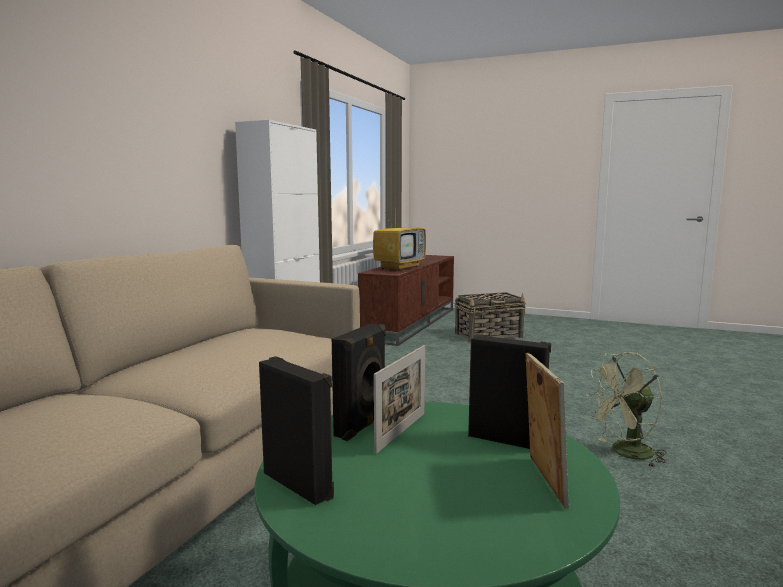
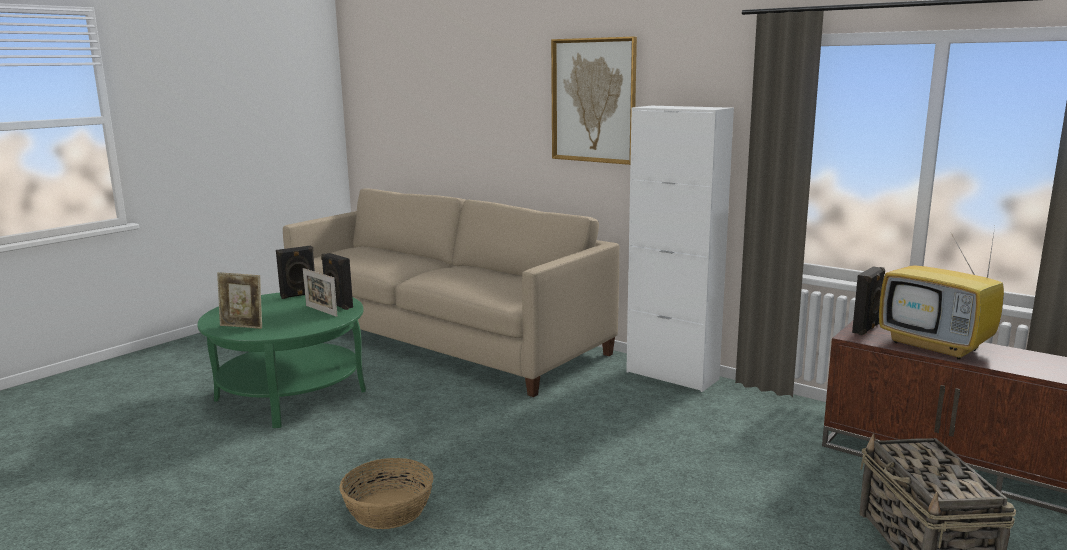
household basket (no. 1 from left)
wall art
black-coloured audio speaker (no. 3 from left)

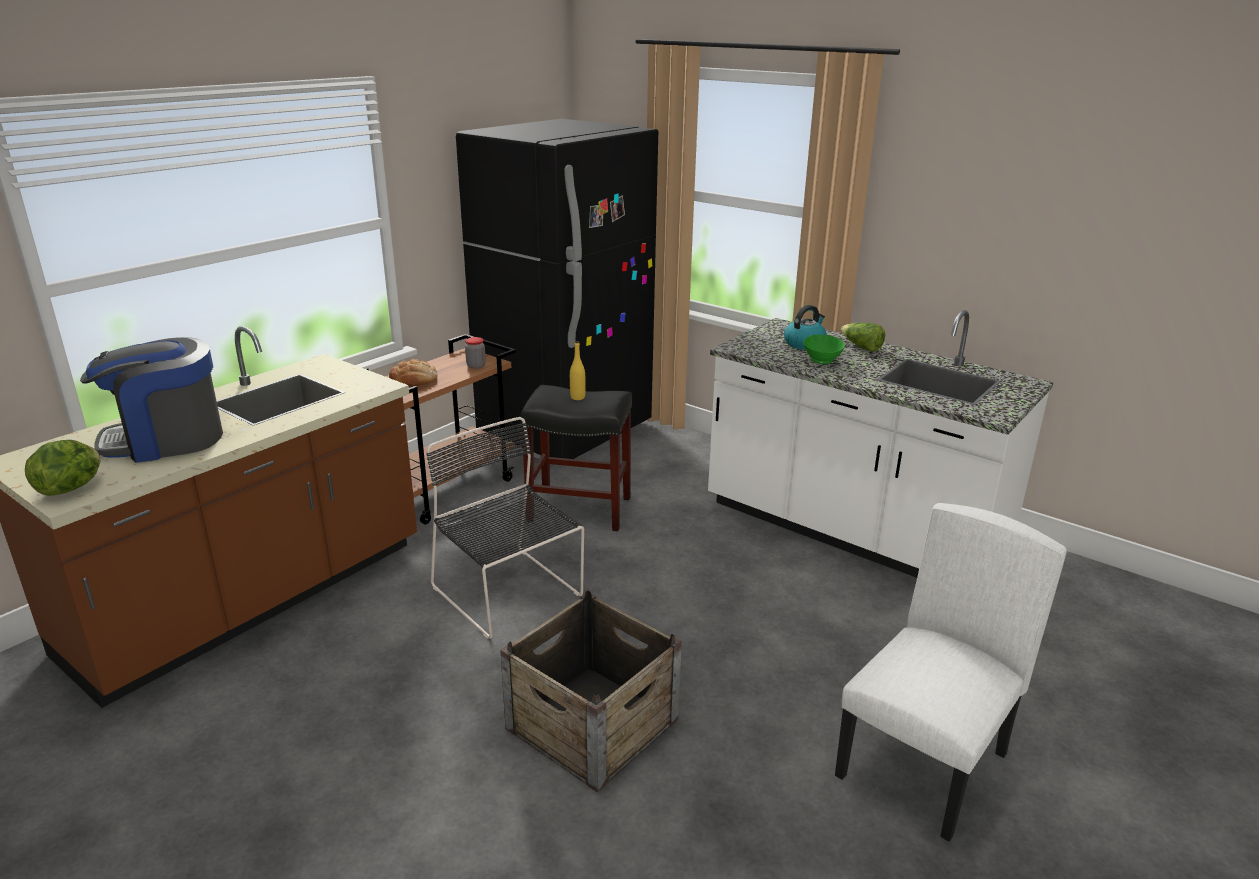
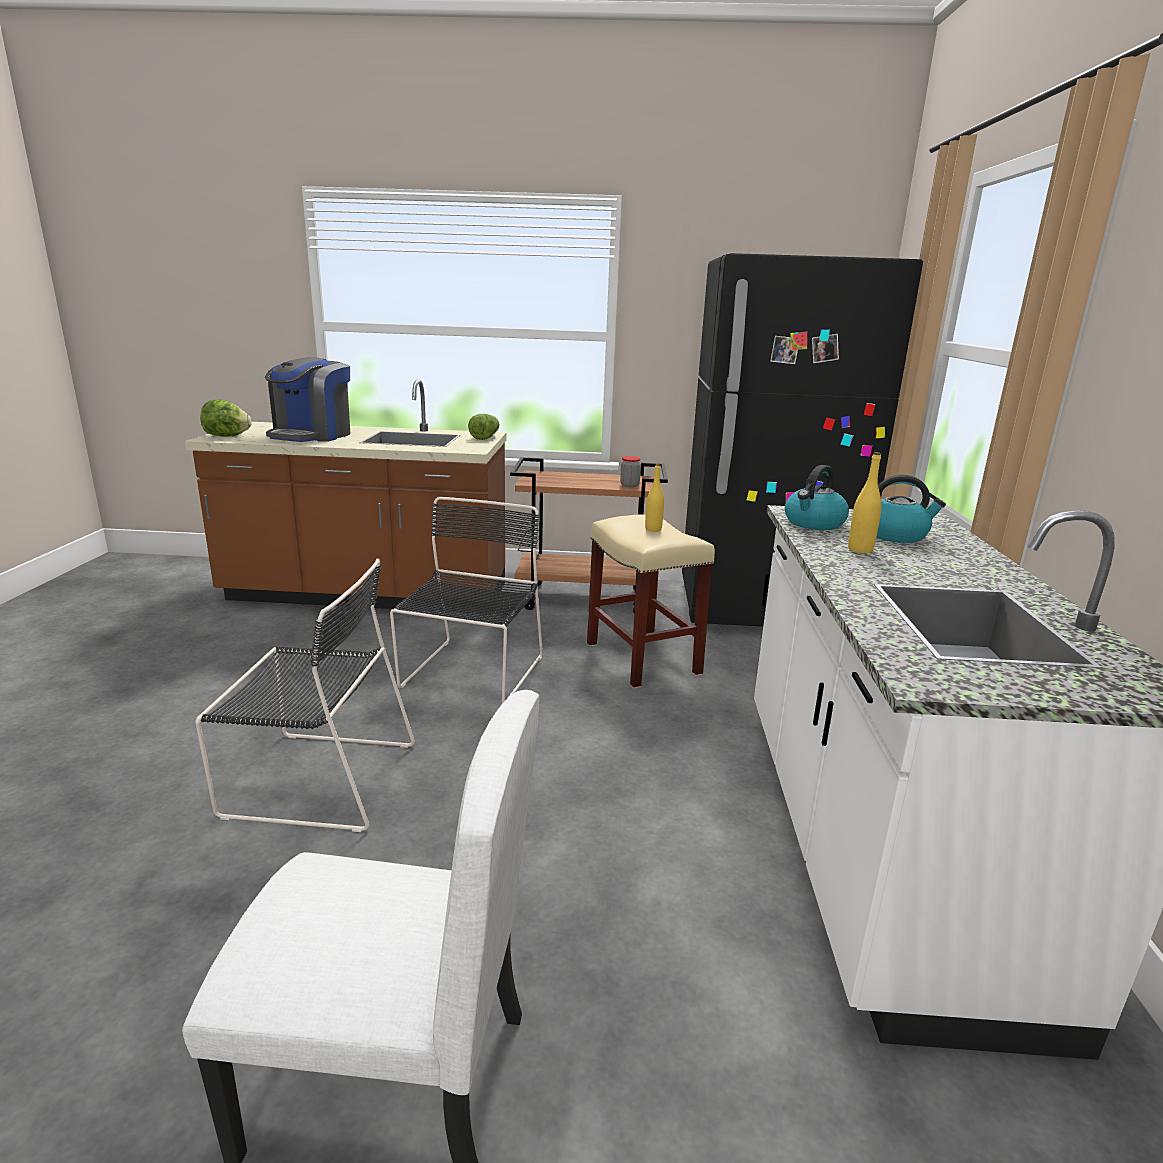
black-coloured chair (no. 1 from left)
coffee maker
lettuce head (no. 2 from left)
beige sitting stool
water kettle (no. 1 from left)
yellow-coloured drink bottle (no. 2 from left)
bread

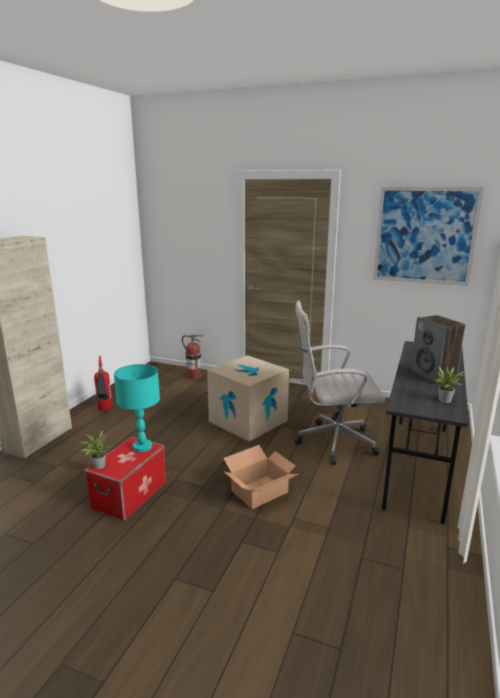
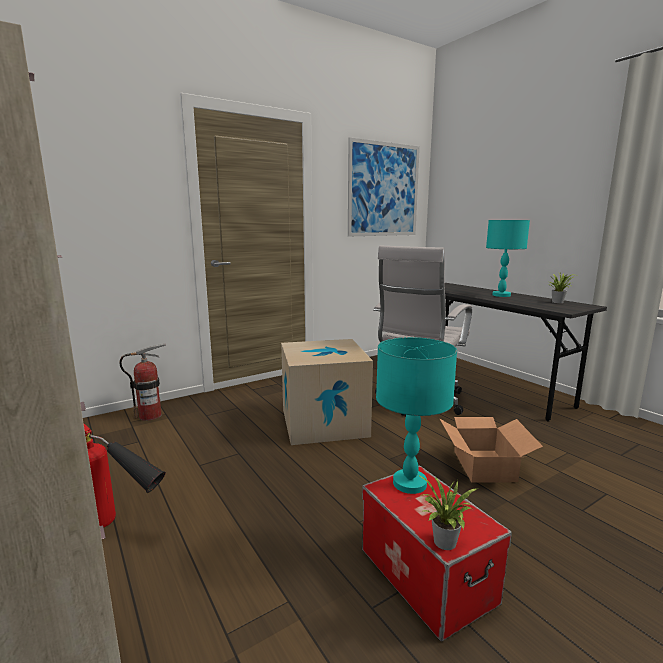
turquoise tabletop lamp (no. 2 from left)

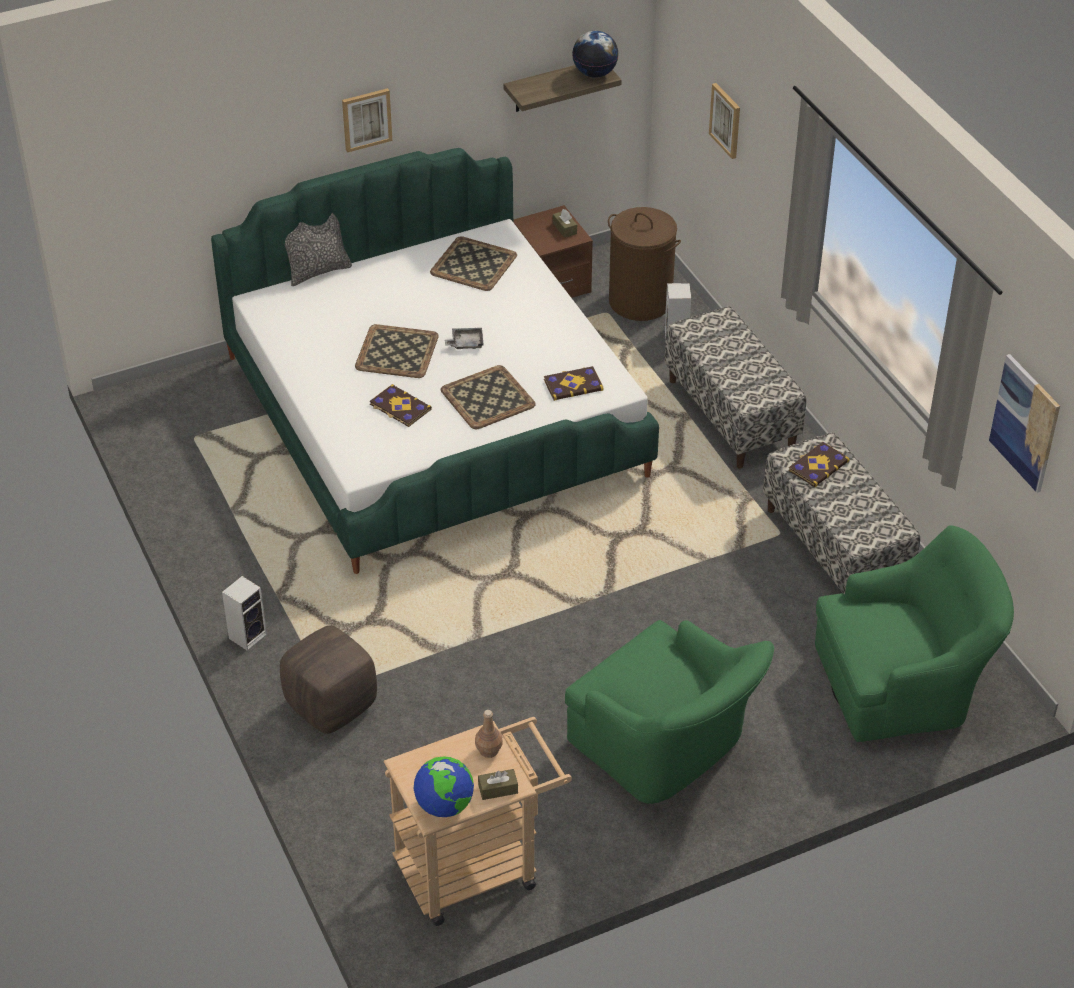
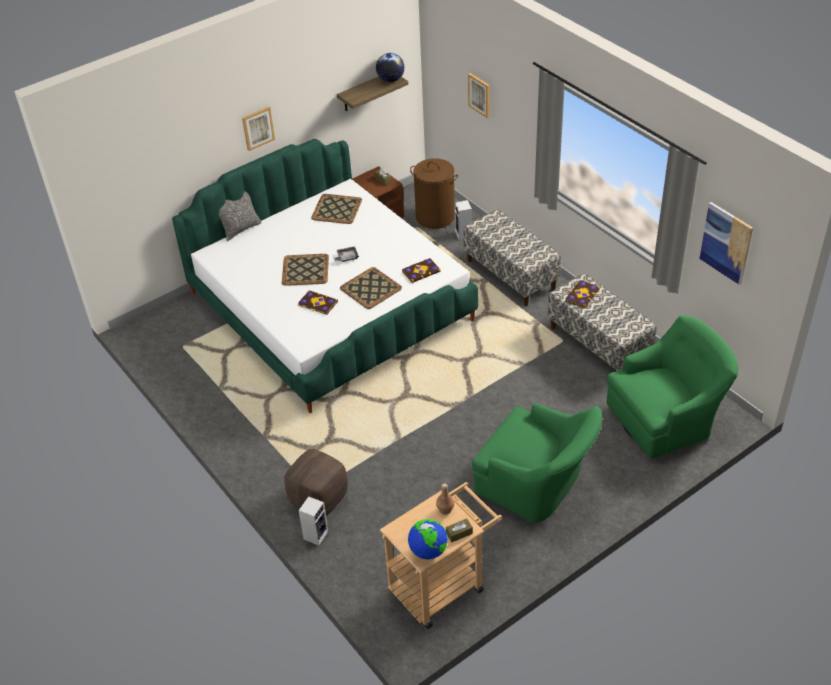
audio speaker (no. 1 from left)

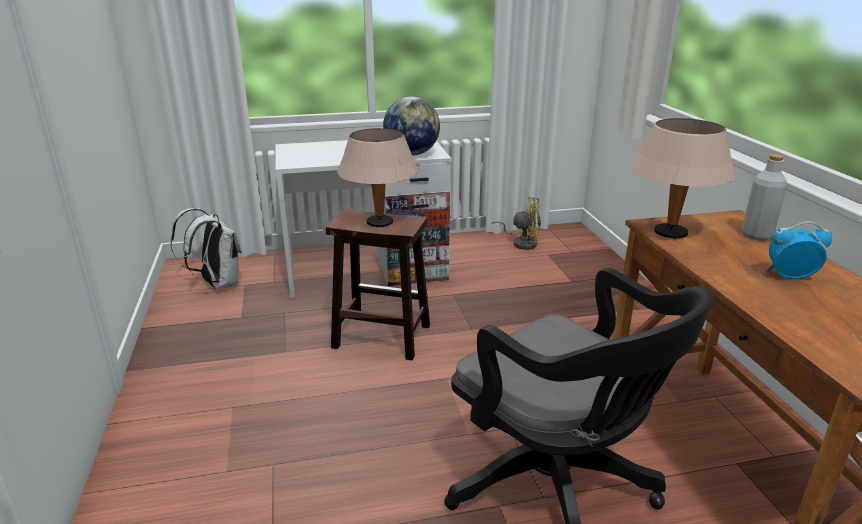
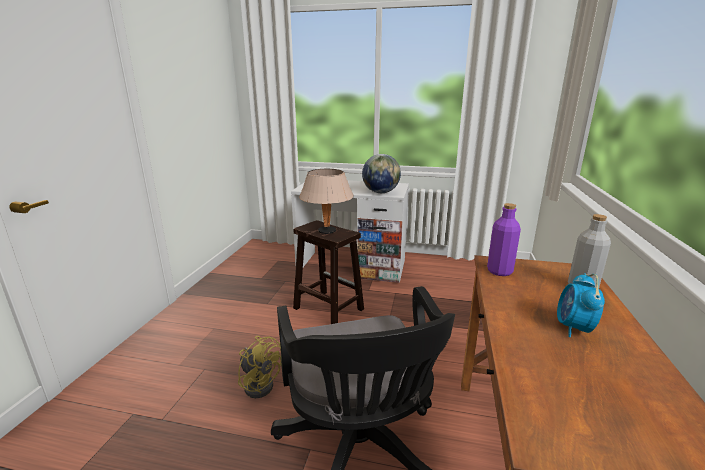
yellow-coloured cooling fan
purplish drink bottle
bedside clock
white-coloured knapsack

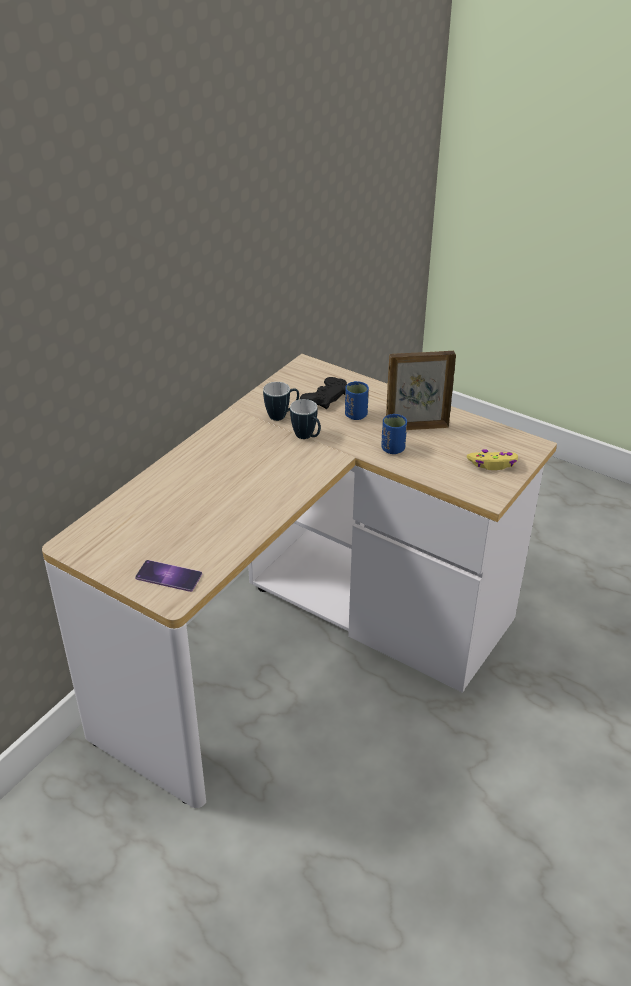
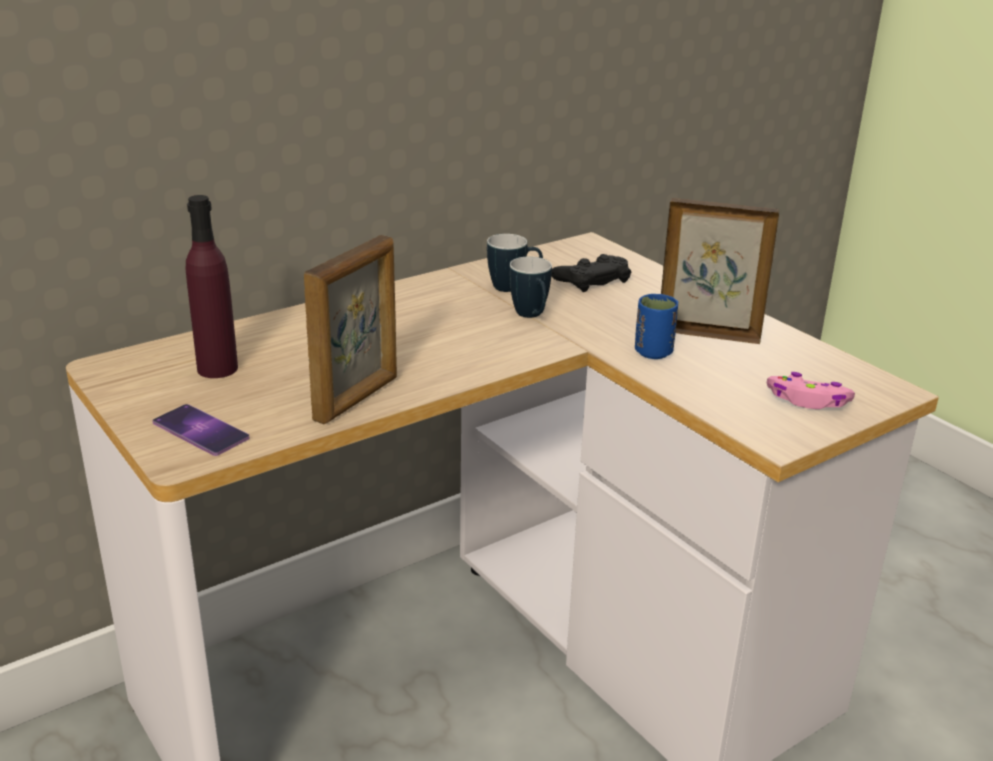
purplish drink bottle
photo frame (no. 1 from left)
pink-coloured joypad
blue small cup (no. 1 from left in the first image)

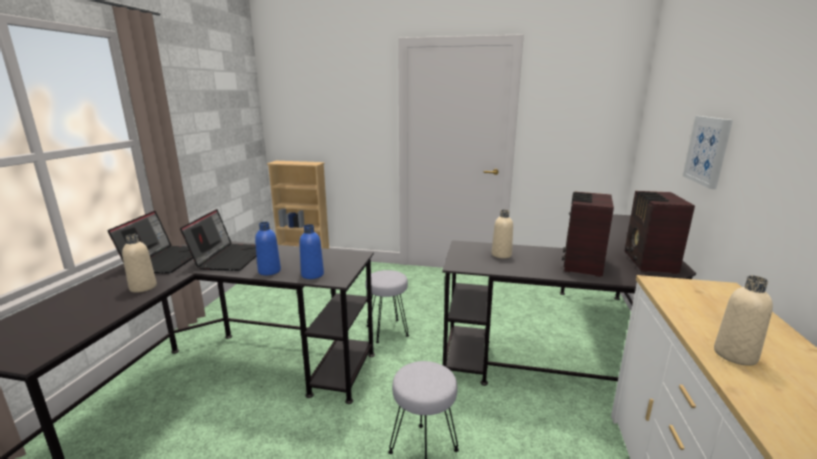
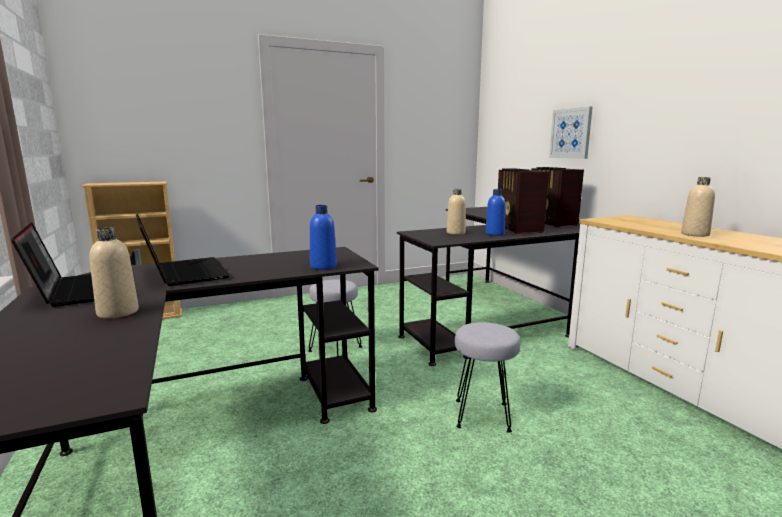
blue drink bottle (no. 2 from left)

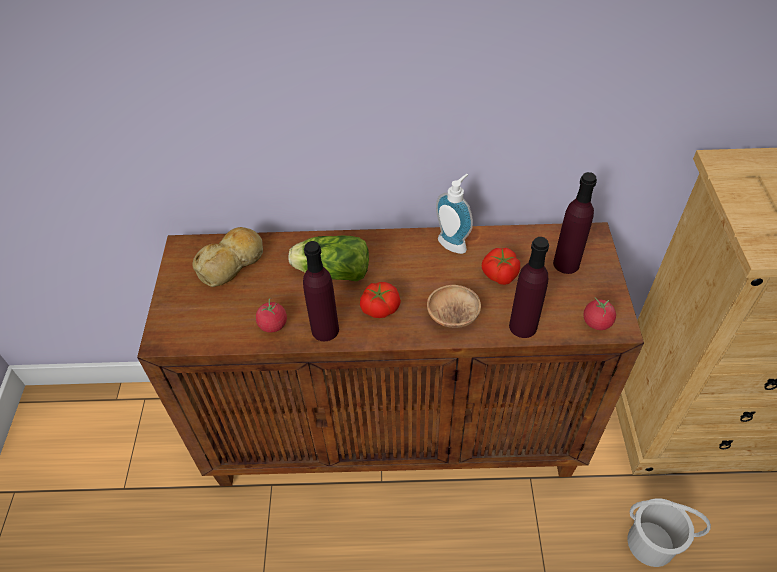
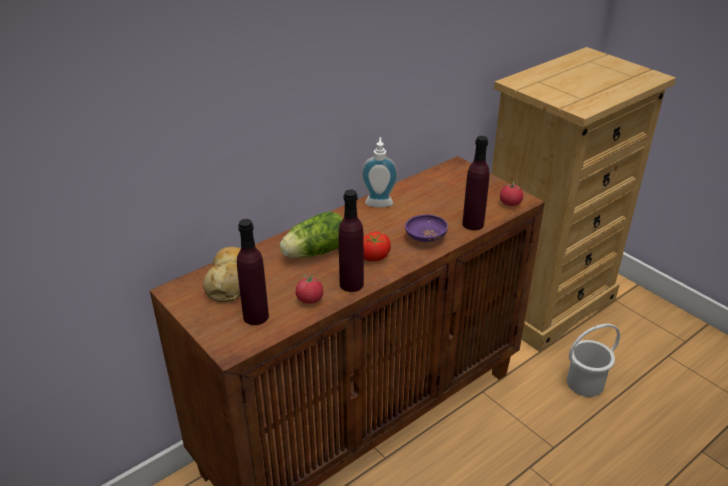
purplish drink bottle (no. 1 from left)
purplish deep dish
tomato (no. 3 from left in the first image)

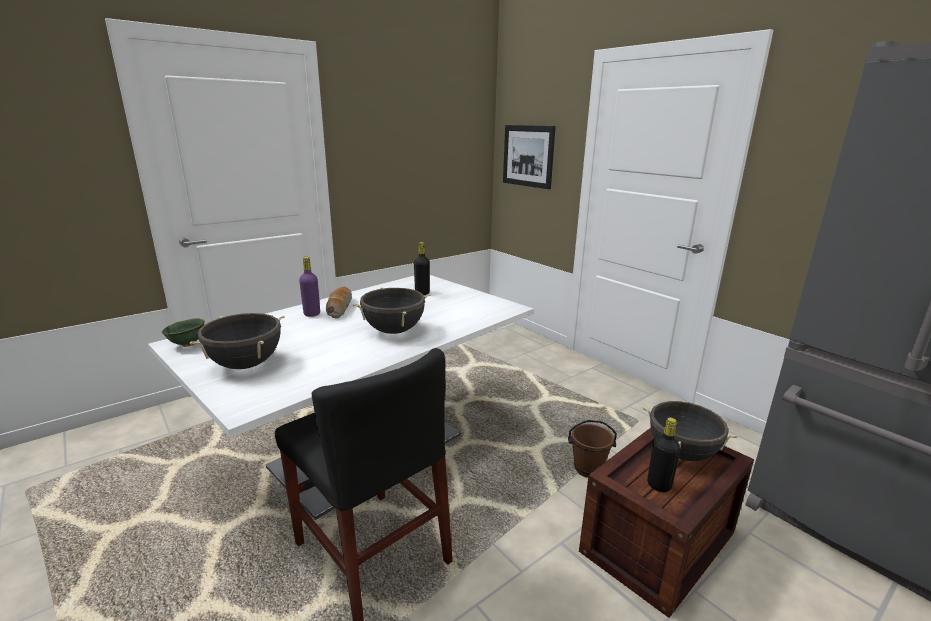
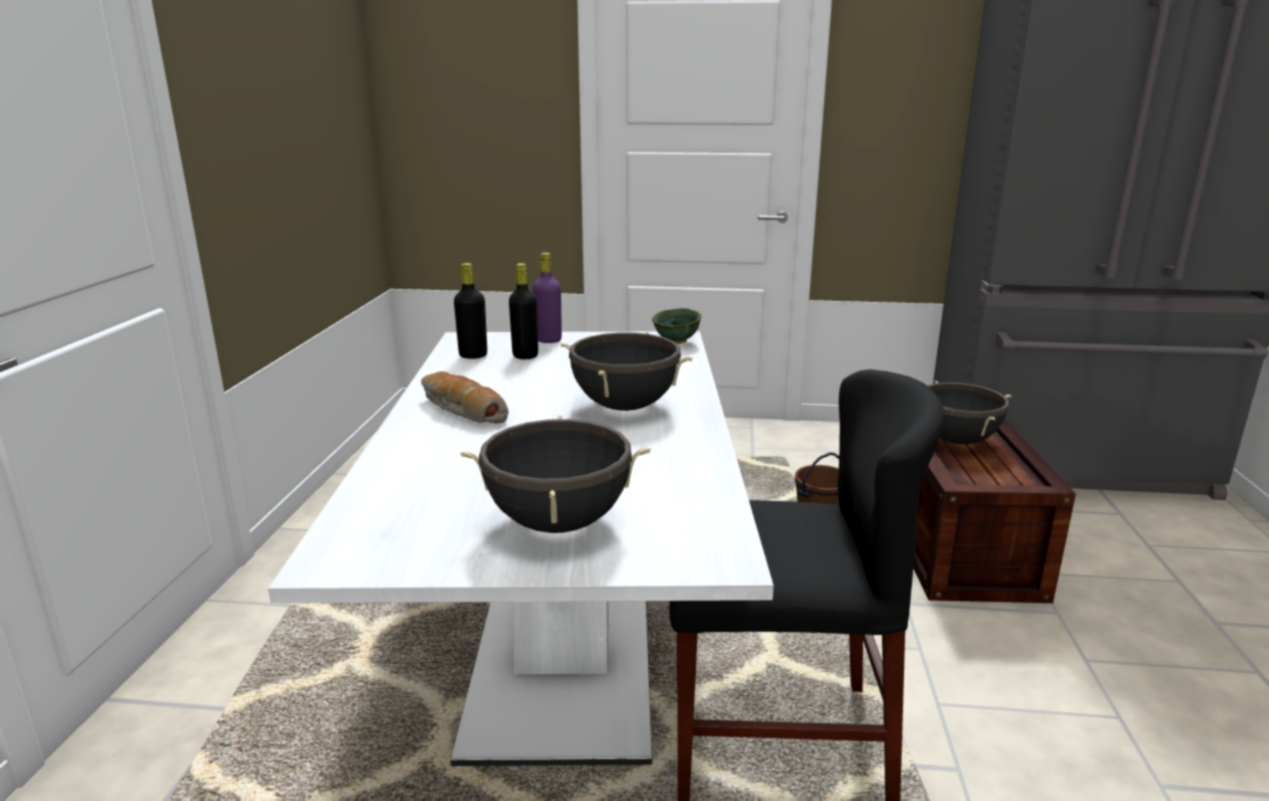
black-coloured drink bottle (no. 1 from left)
purplish drink bottle
green deep dish
wall art

